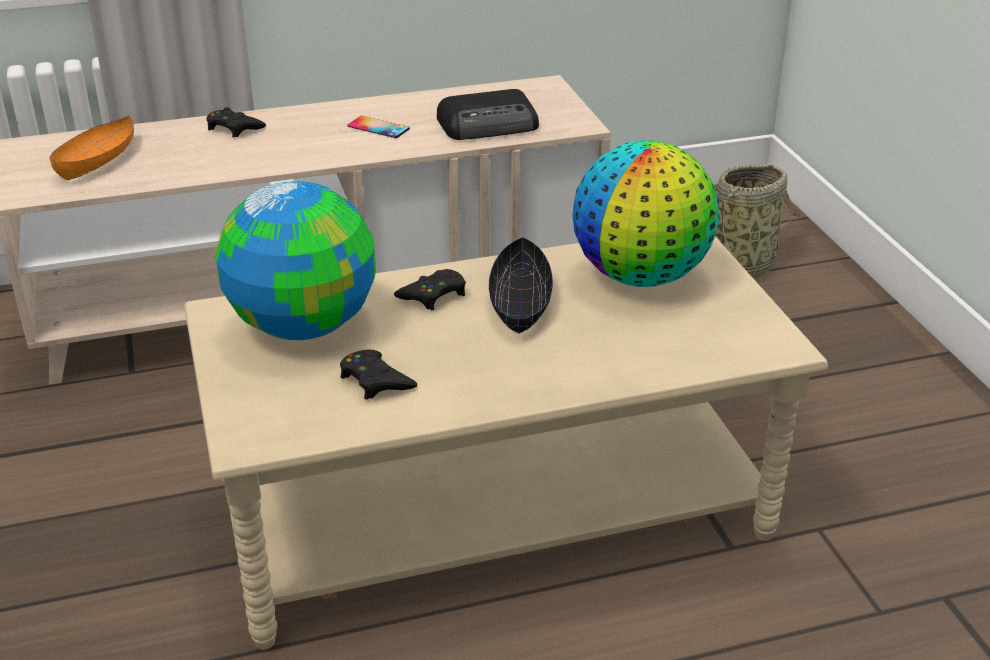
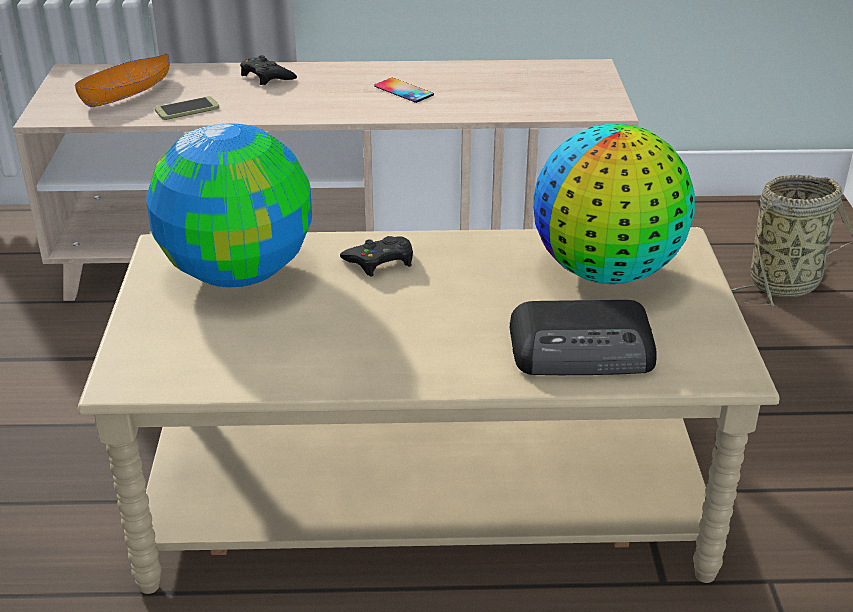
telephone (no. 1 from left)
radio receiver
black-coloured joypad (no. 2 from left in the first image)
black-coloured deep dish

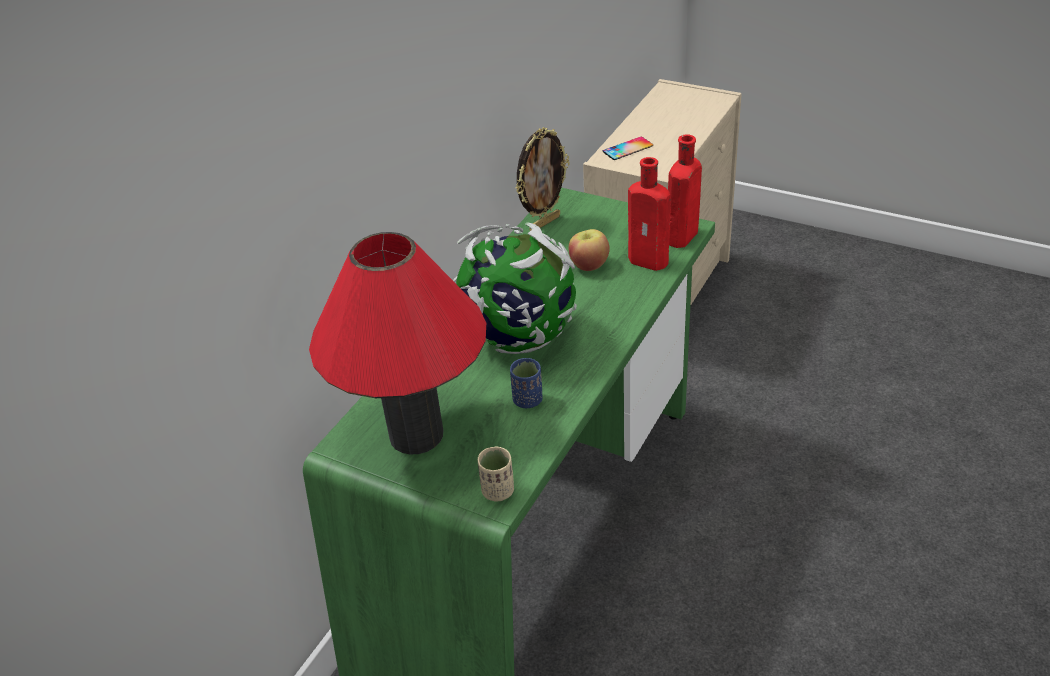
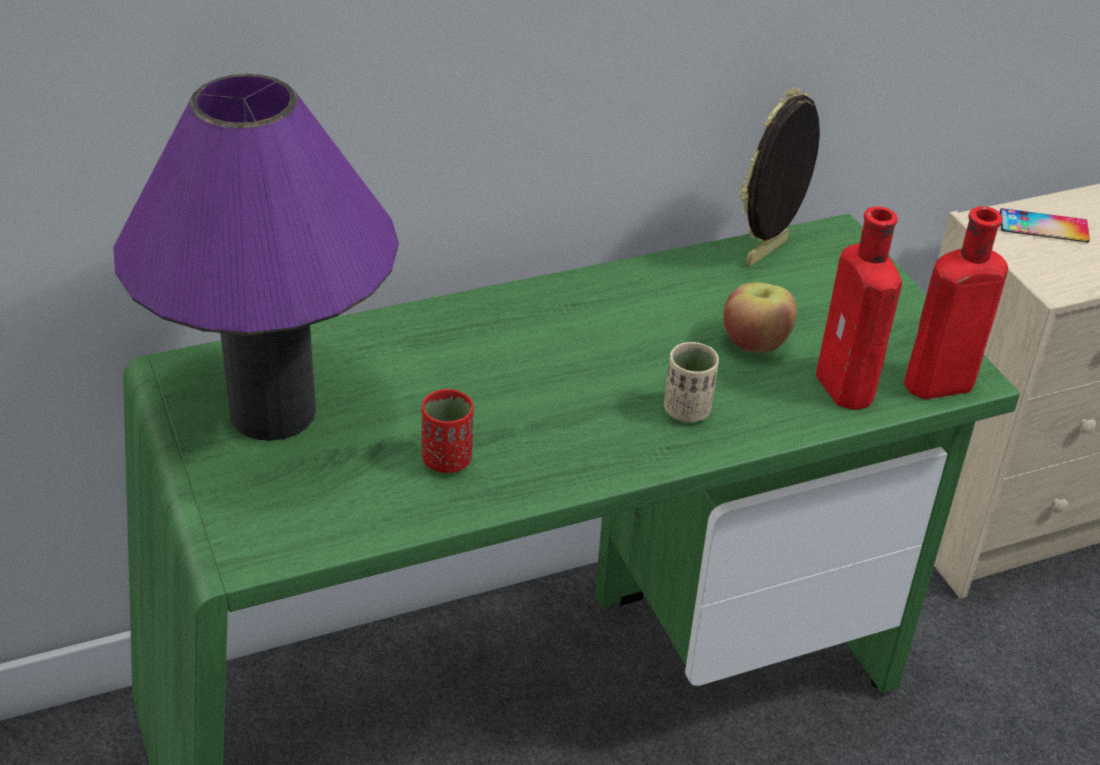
purplish tabletop lamp
reddish small cup
beige small cup
photo frame
globe

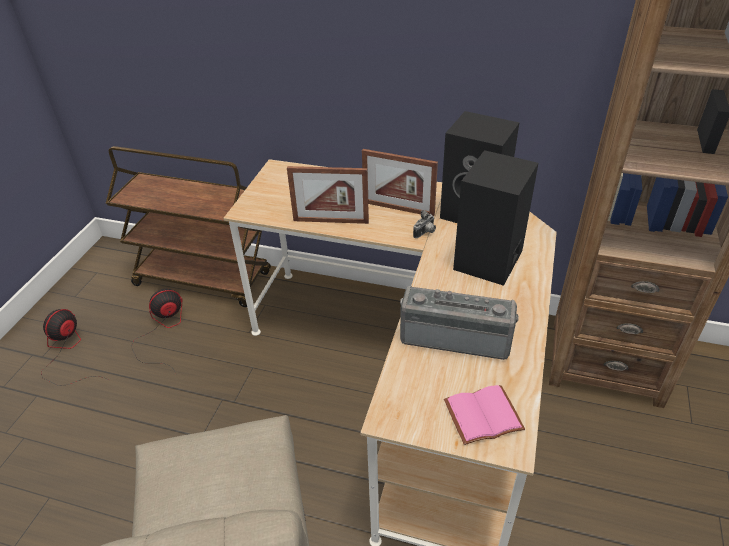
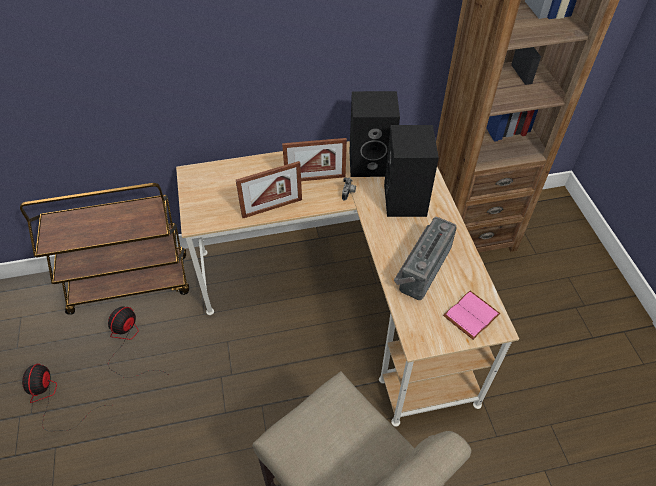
radio receiver

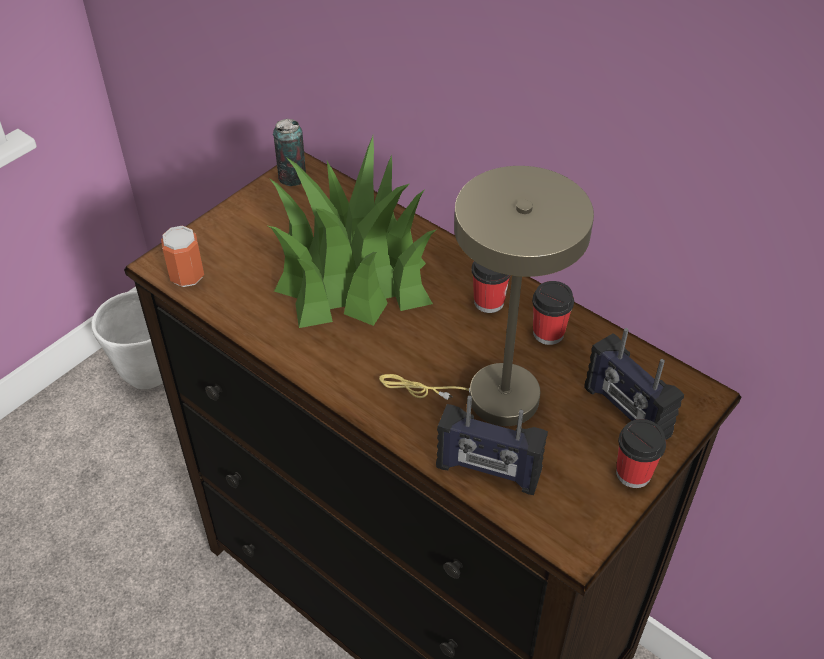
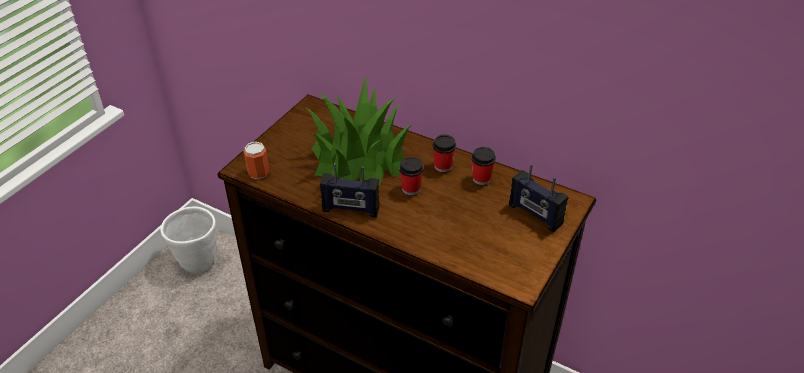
radio receiver (no. 1 from left)
small cup (no. 1 from left)
metal can (no. 2 from left in the first image)
beige tabletop lamp

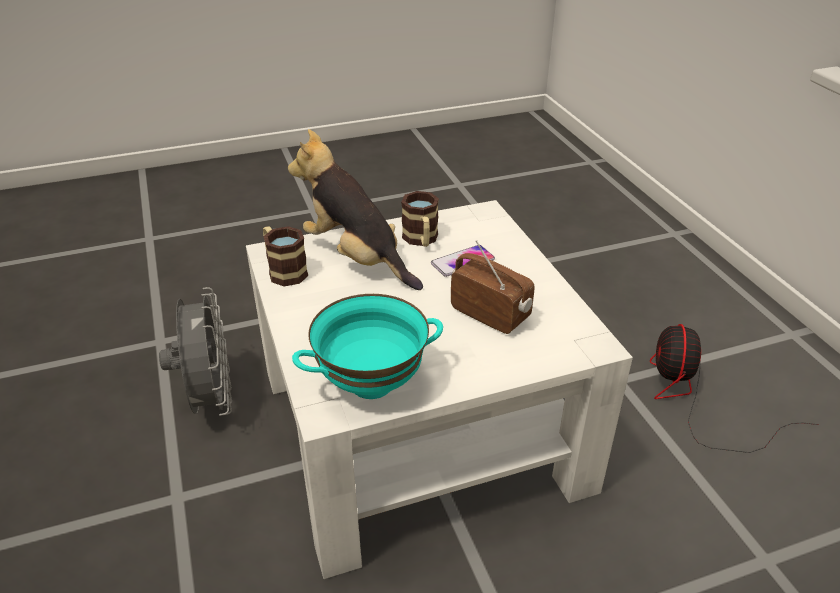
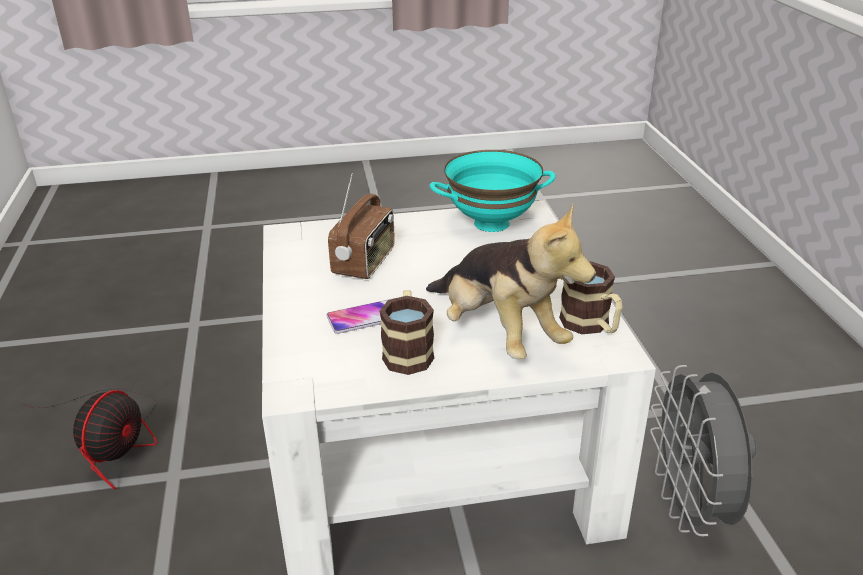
radio receiver

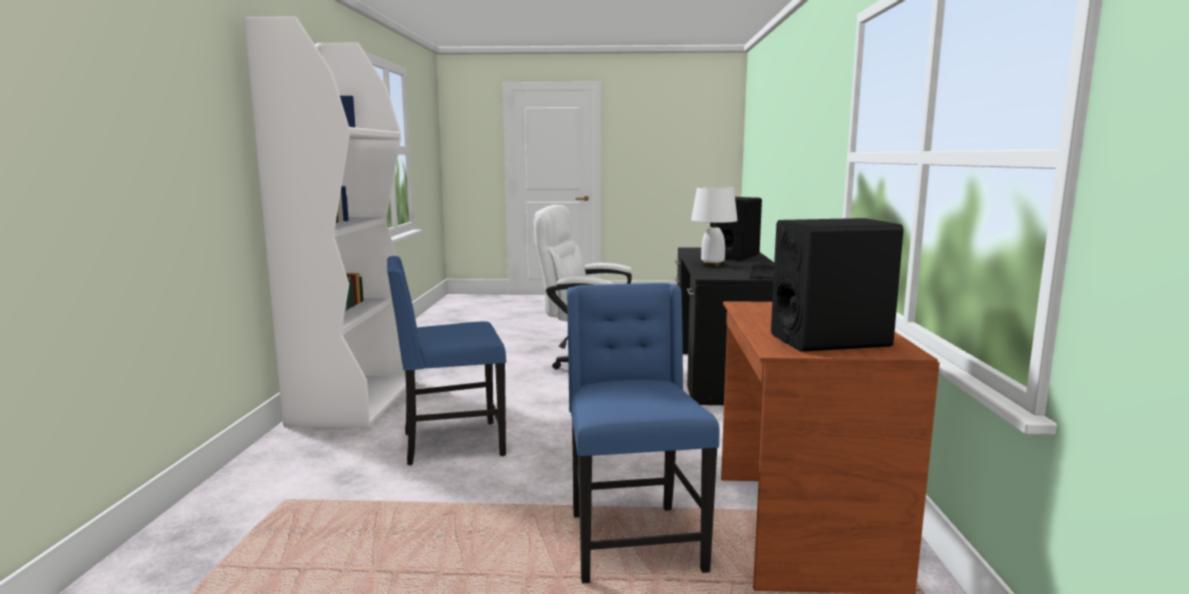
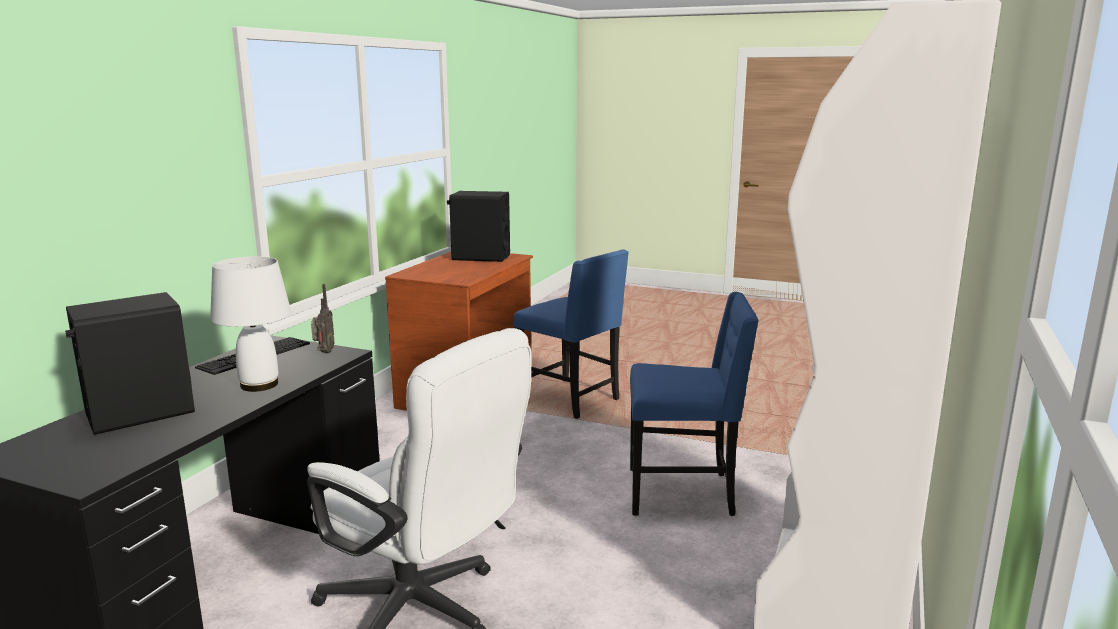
radio receiver
blue chair (no. 1 from left)

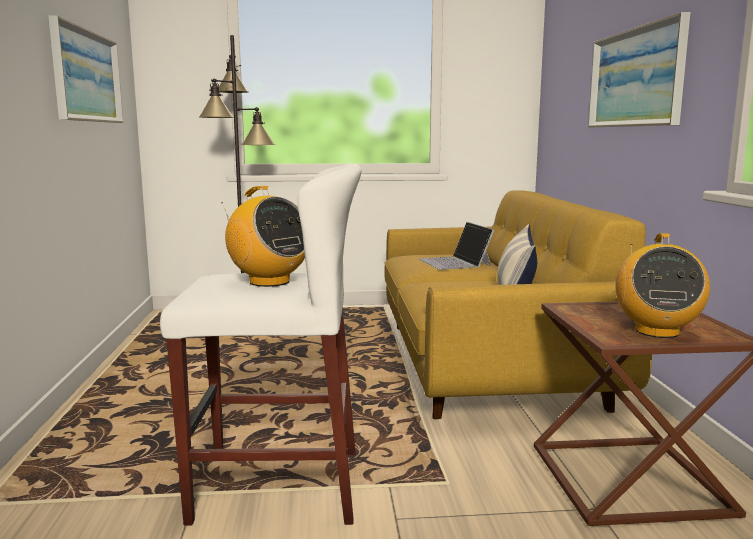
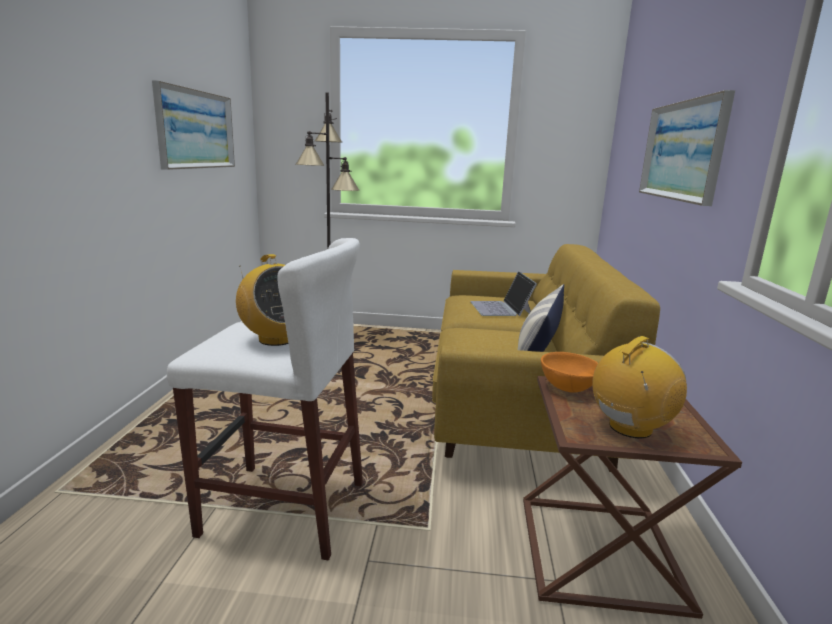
orangey deep dish
radio receiver (no. 2 from left)

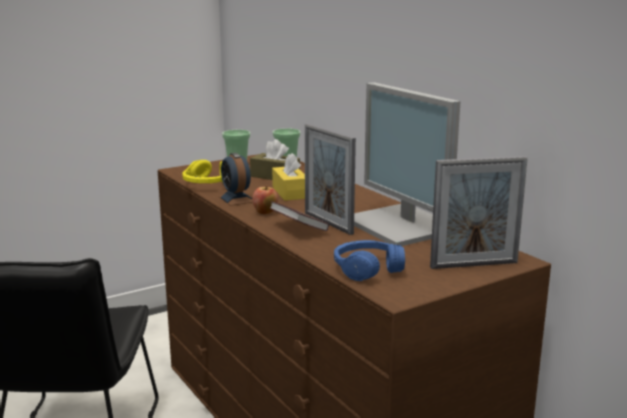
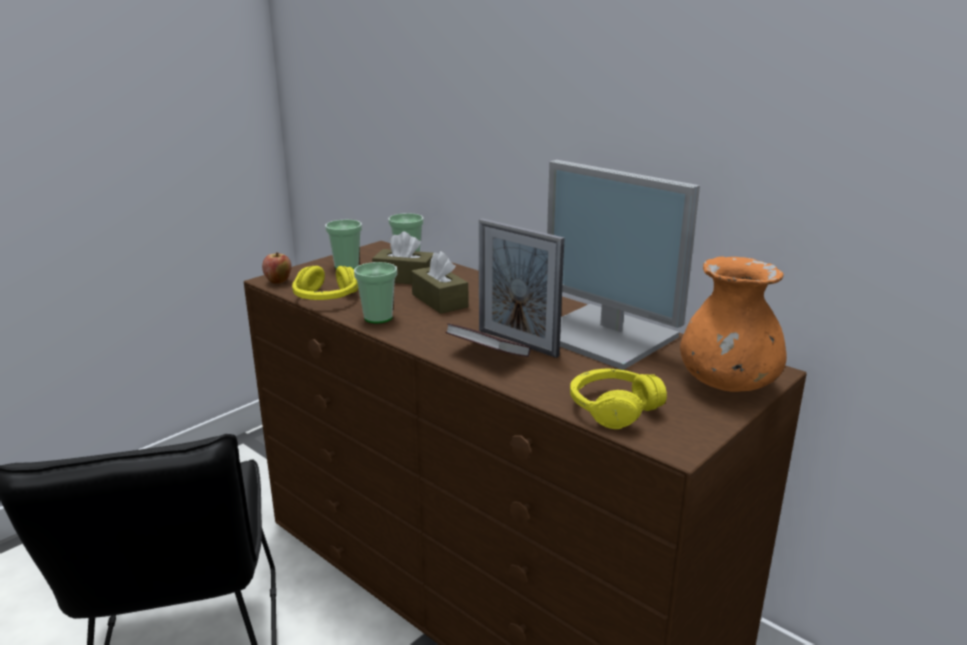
whole apple
small cup (no. 2 from left)
brown-coloured box of tissues (no. 2 from left)
yellow-coloured pair of headphones (no. 2 from left)
orangey flower vase

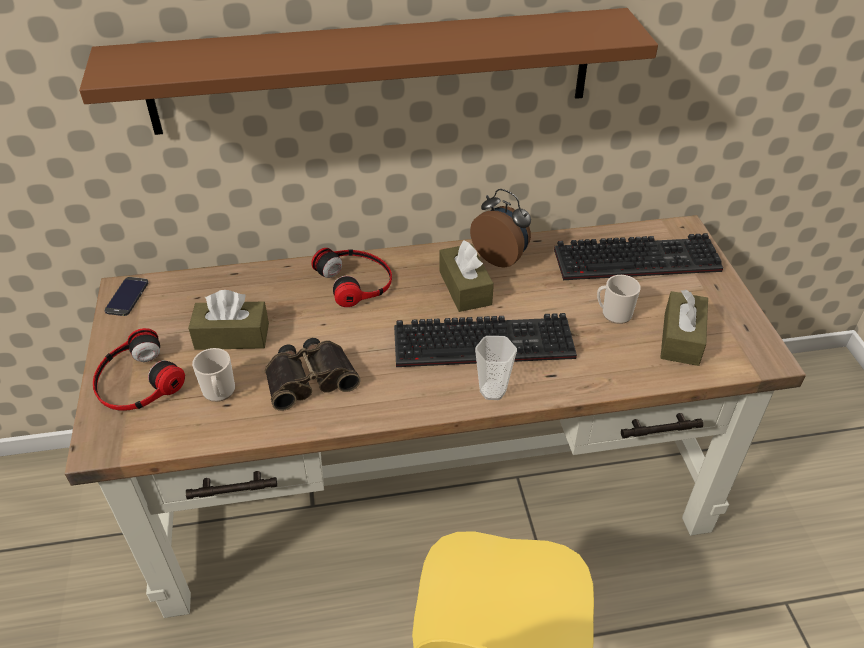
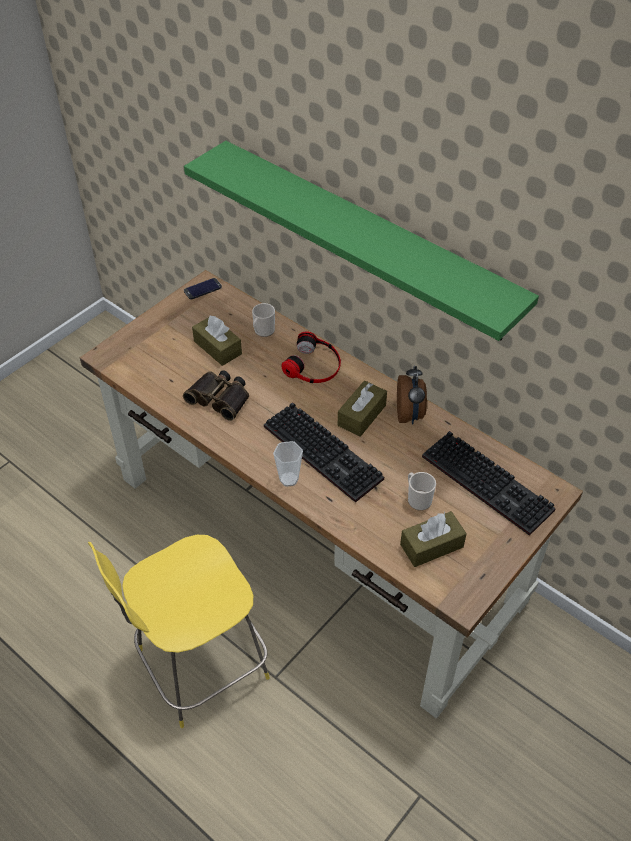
green shelf
coffee mug (no. 1 from left)
pair of headphones (no. 1 from left in the first image)

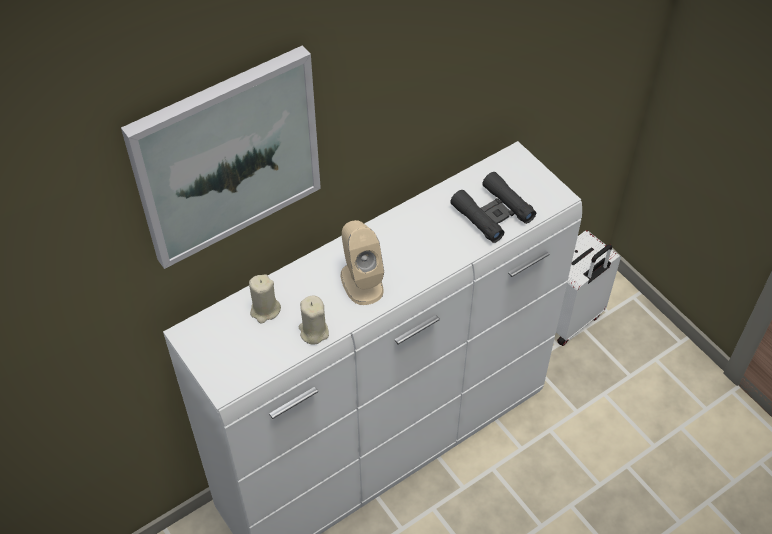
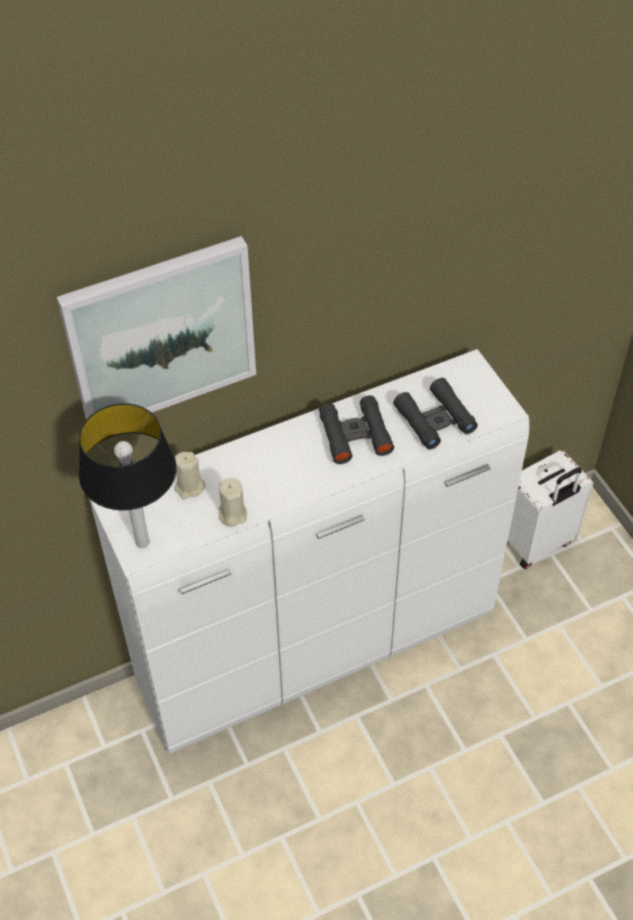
tabletop lamp
black-coloured binoculars (no. 1 from left)
beige audio speaker

